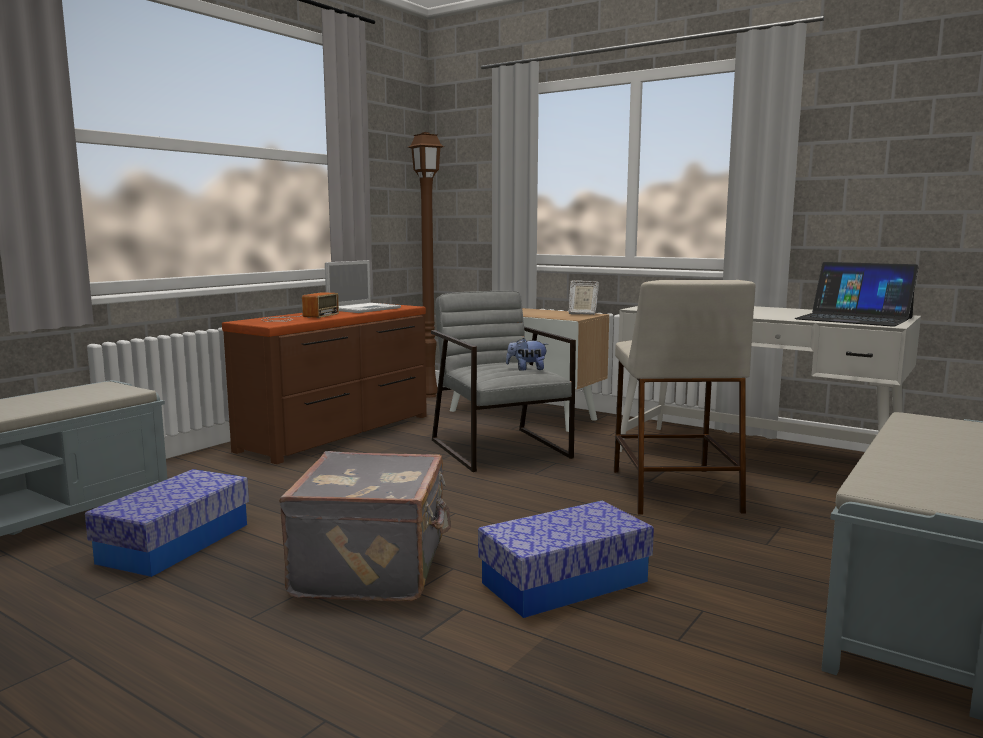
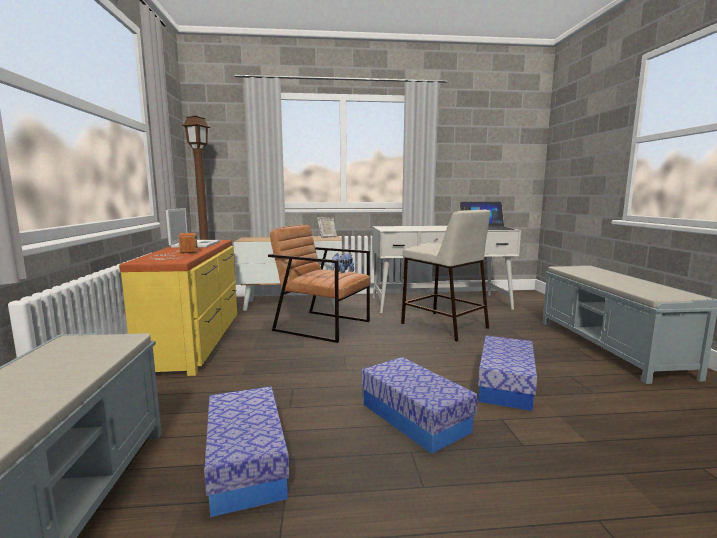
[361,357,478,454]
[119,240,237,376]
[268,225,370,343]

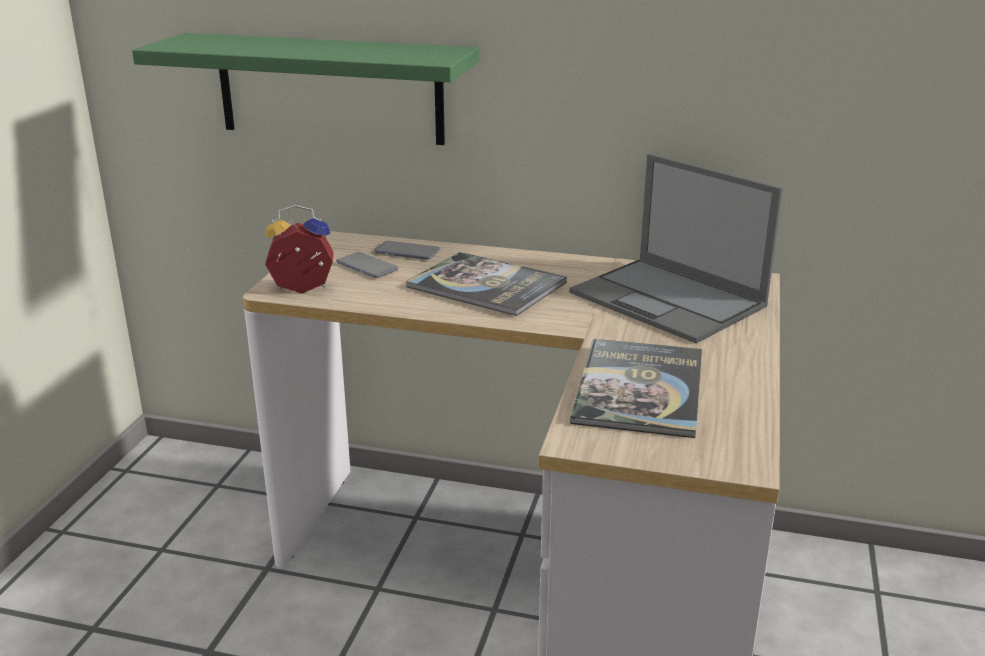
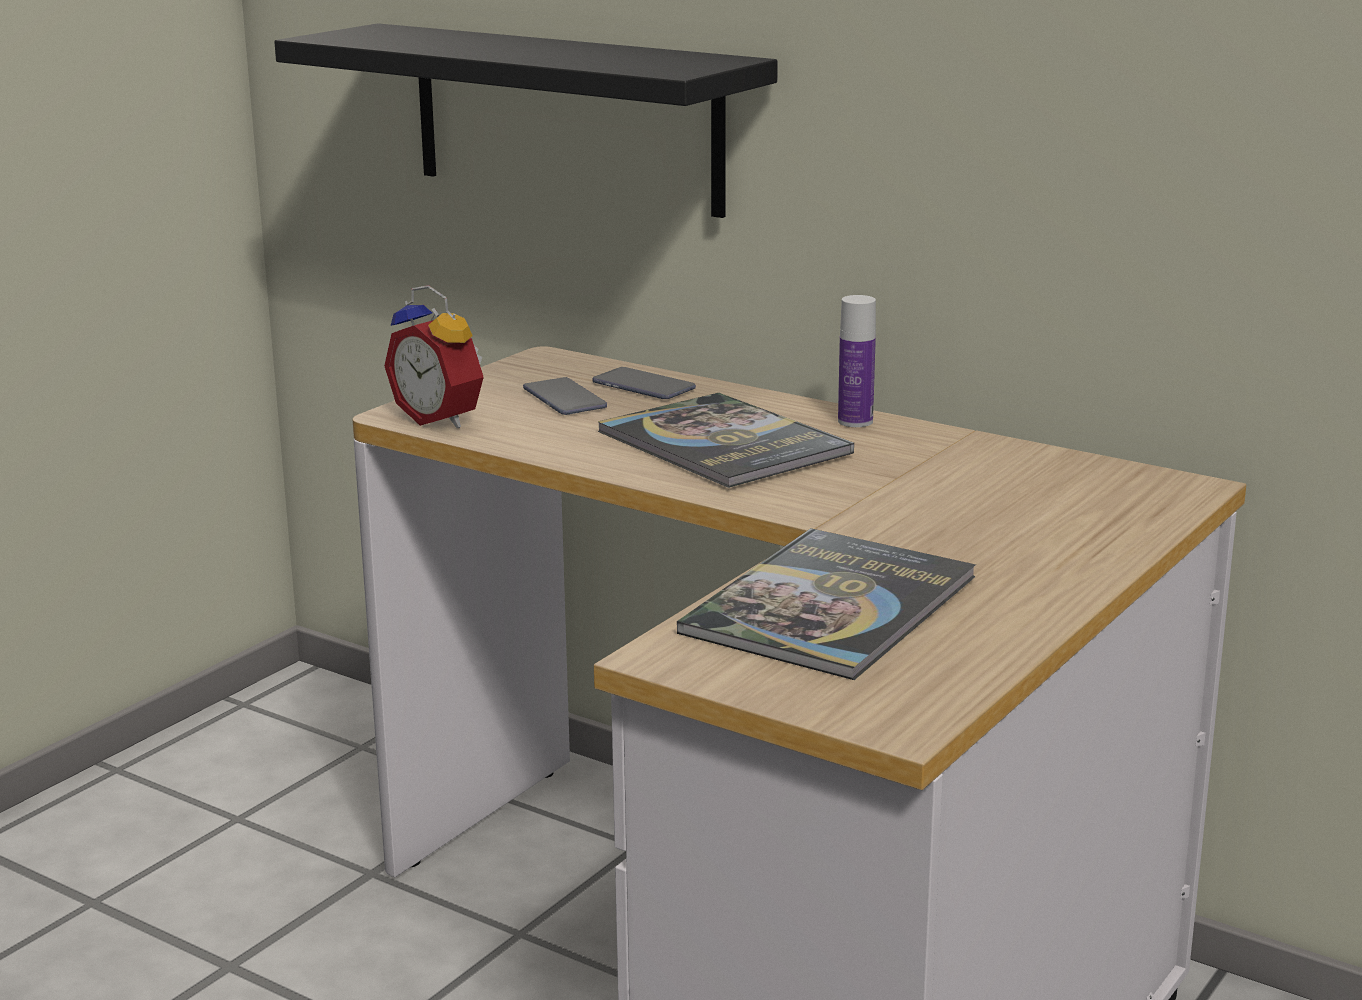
[569,154,783,343] (first image)
[838,295,876,427]
[274,23,778,218]
[384,285,484,428]

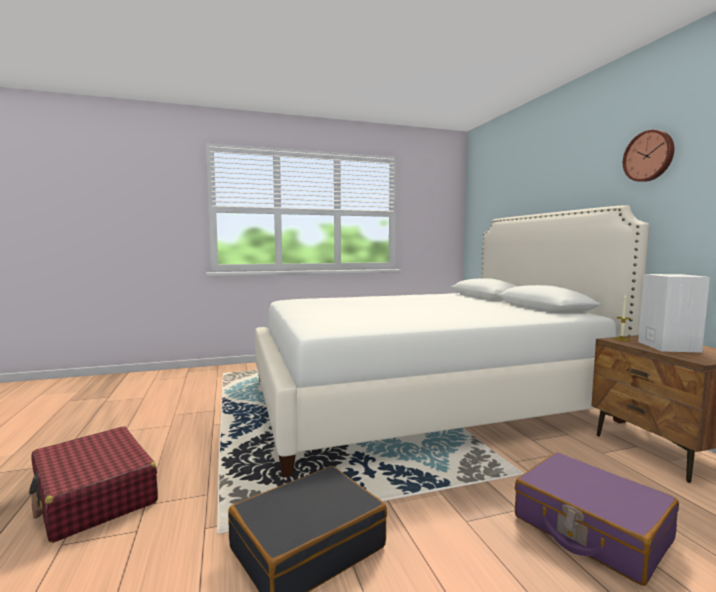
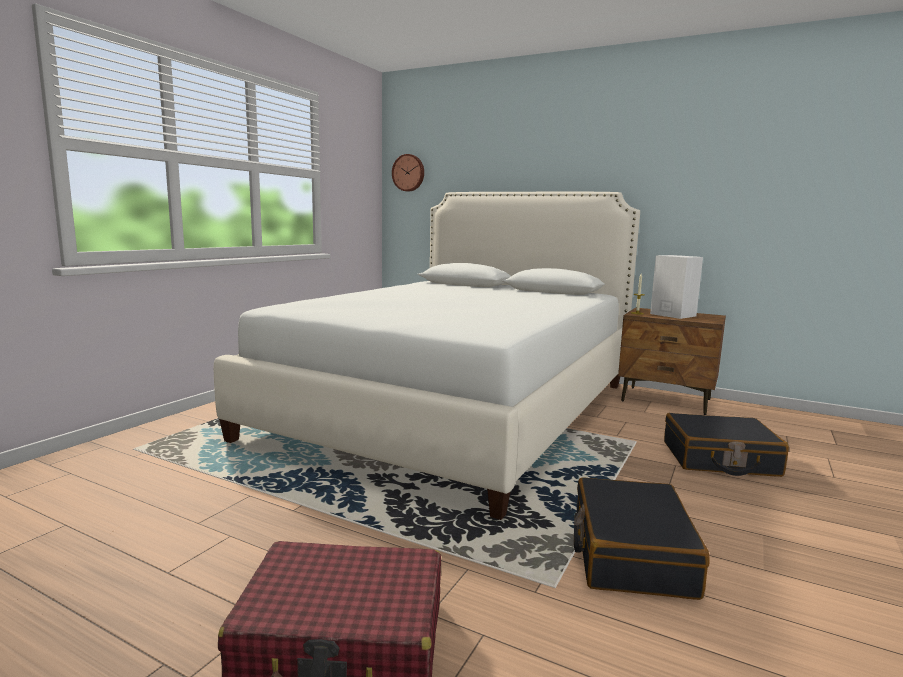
[392,154,424,192]
[664,413,789,477]

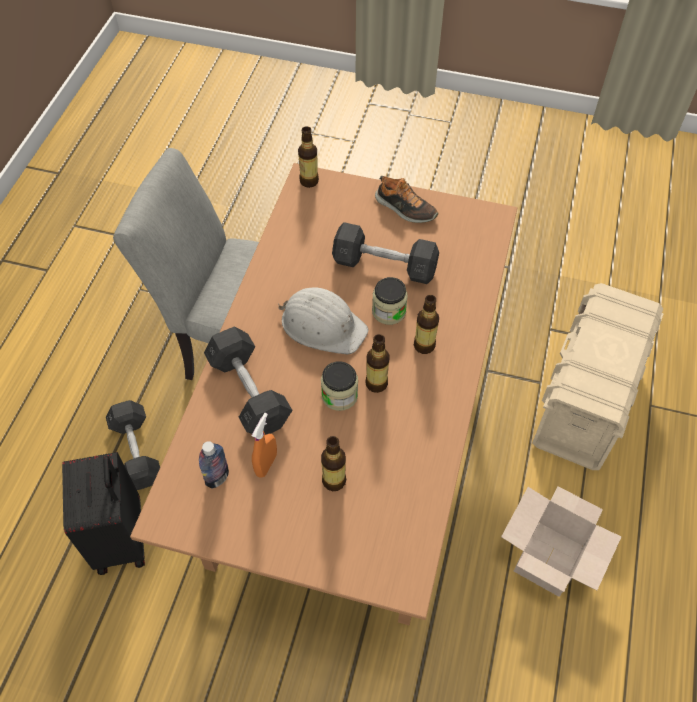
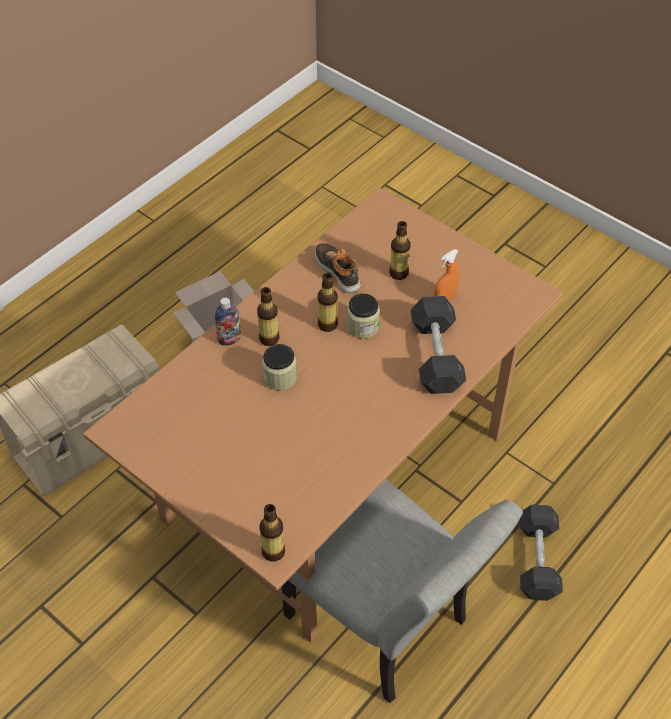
[62,452,145,575] (first image)
[278,287,368,354] (first image)
[332,222,439,284] (first image)
[215,298,241,345]
[315,243,361,293]

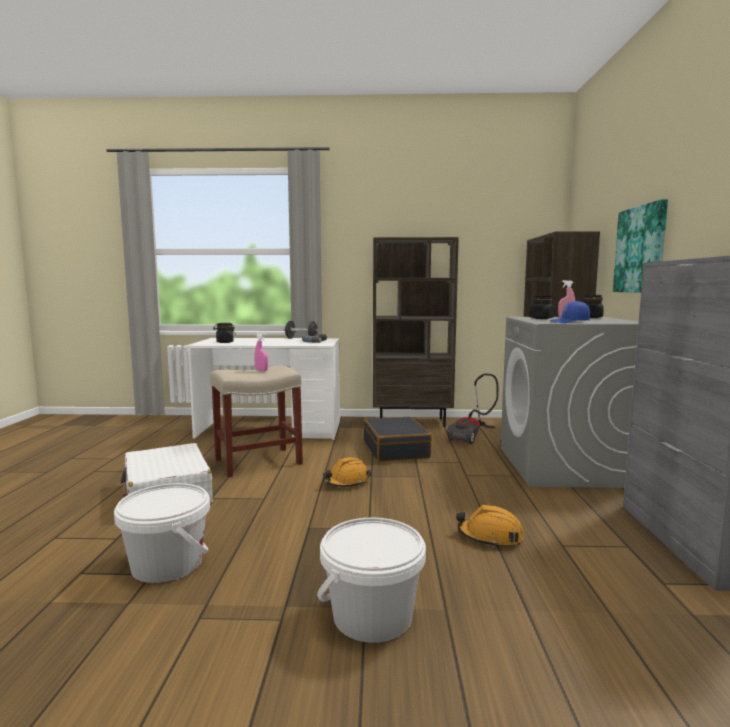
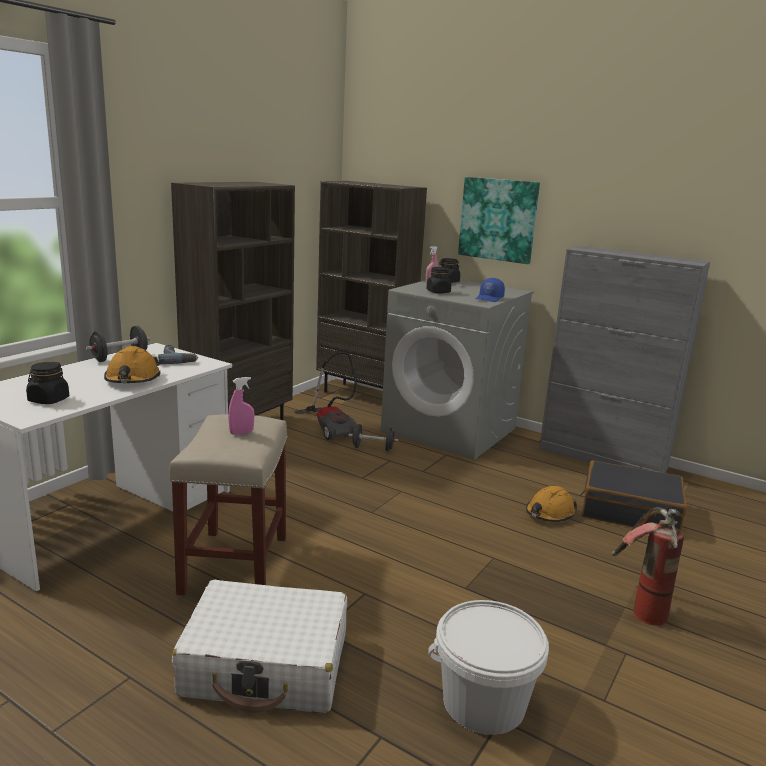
[348,424,399,452]
[104,346,161,383]
[582,461,687,530]
[612,507,684,626]

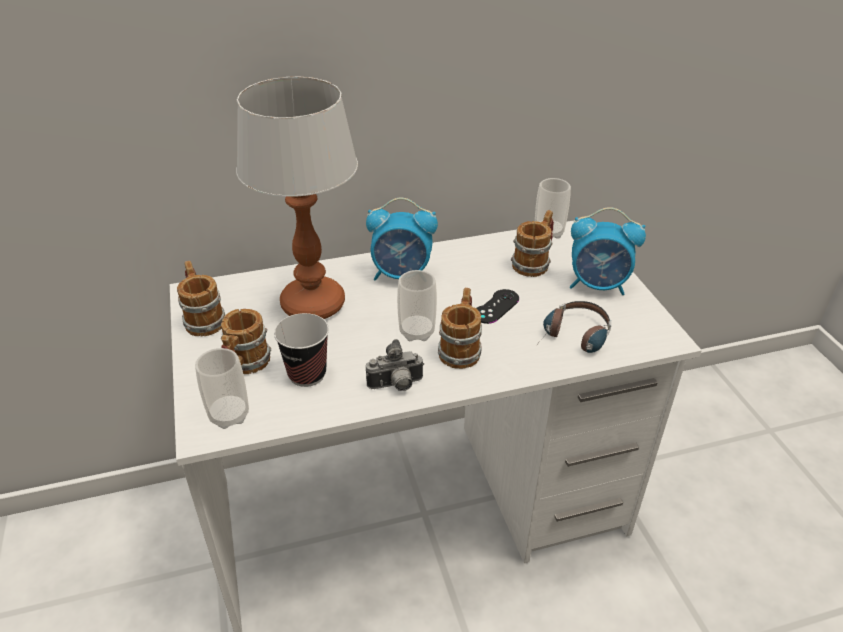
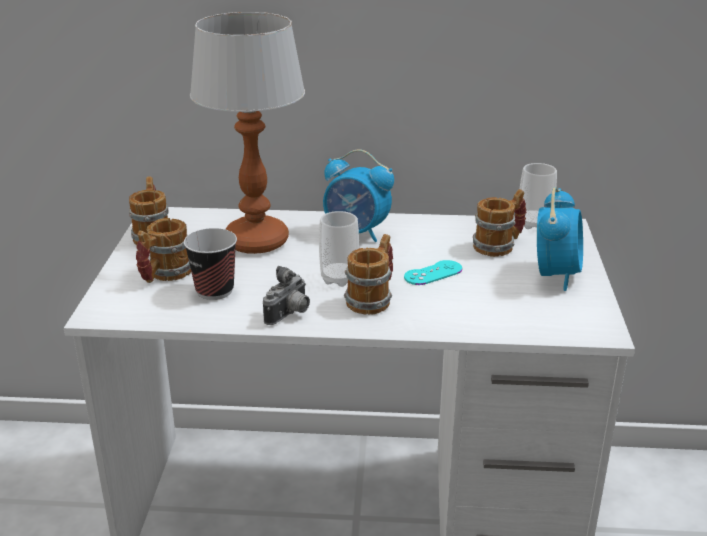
[195,348,249,429] (first image)
[535,301,612,353] (first image)
[404,260,462,285]
[263,266,310,325]
[537,187,583,291]

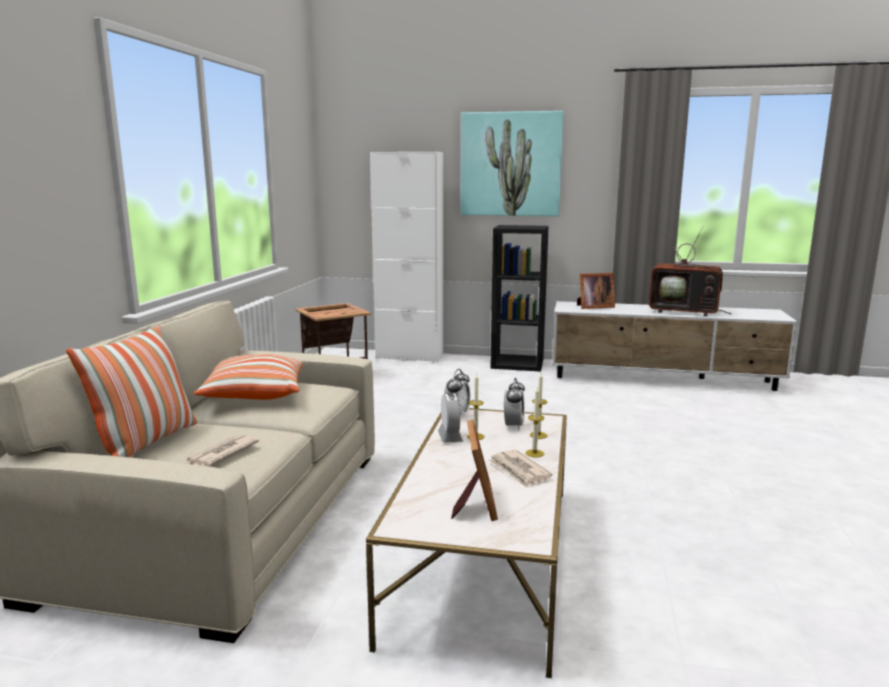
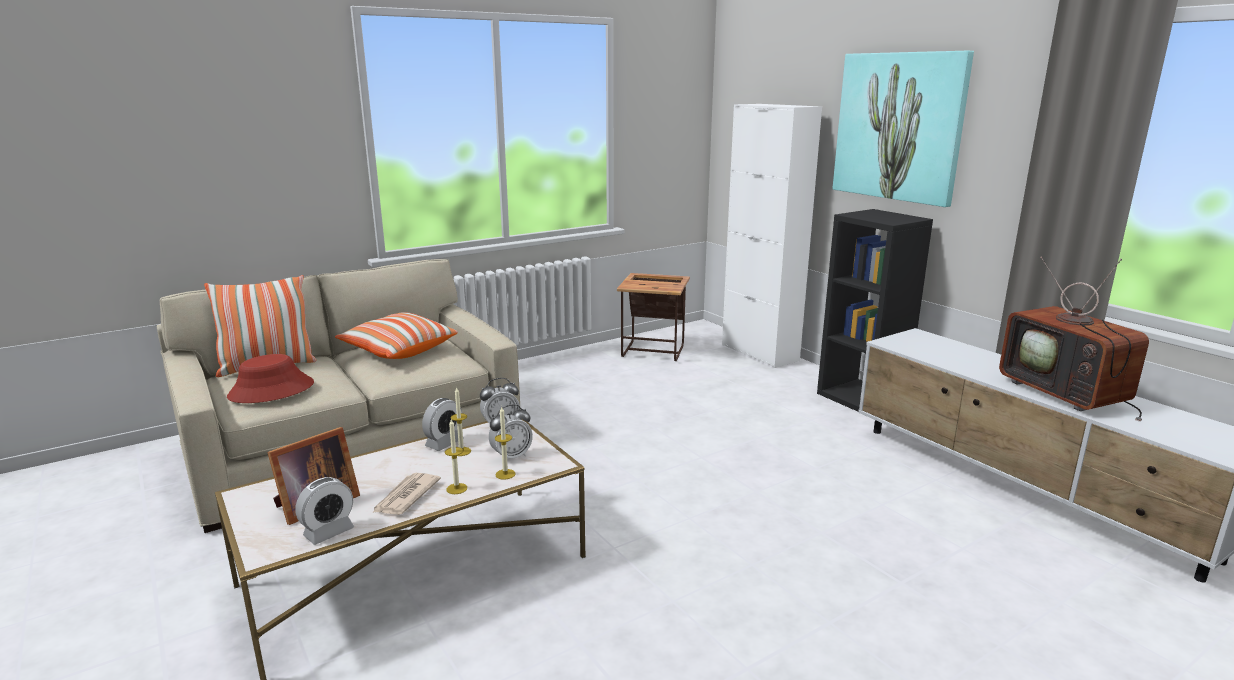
[577,273,615,309] (first image)
[295,477,354,545]
[227,354,314,403]

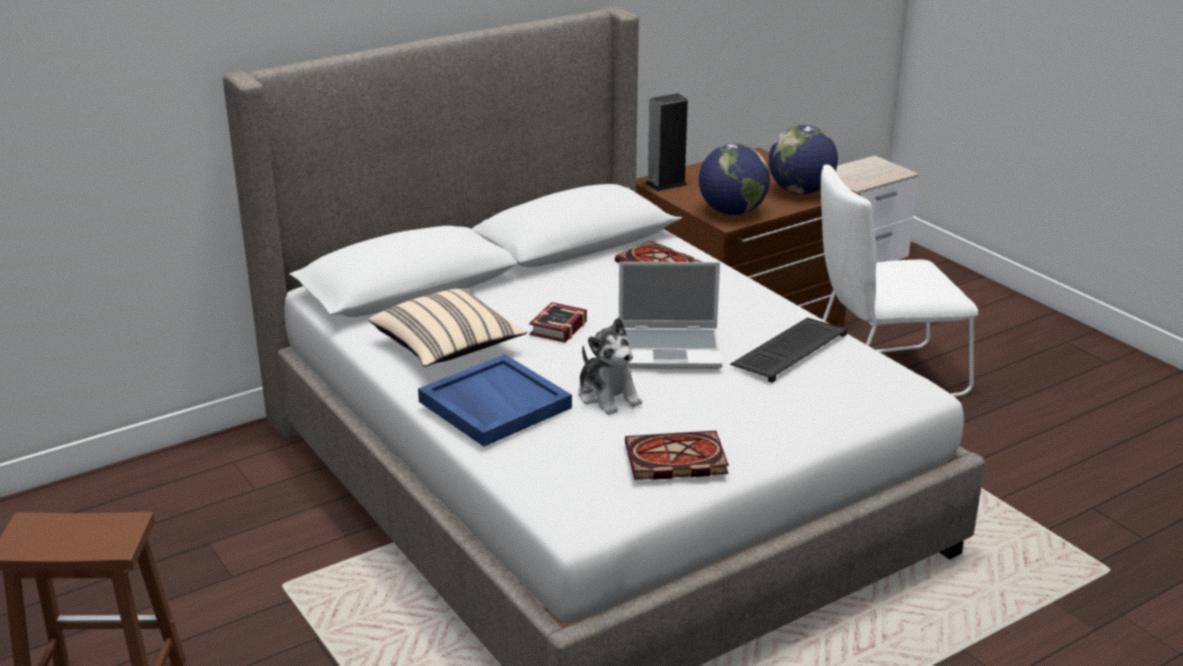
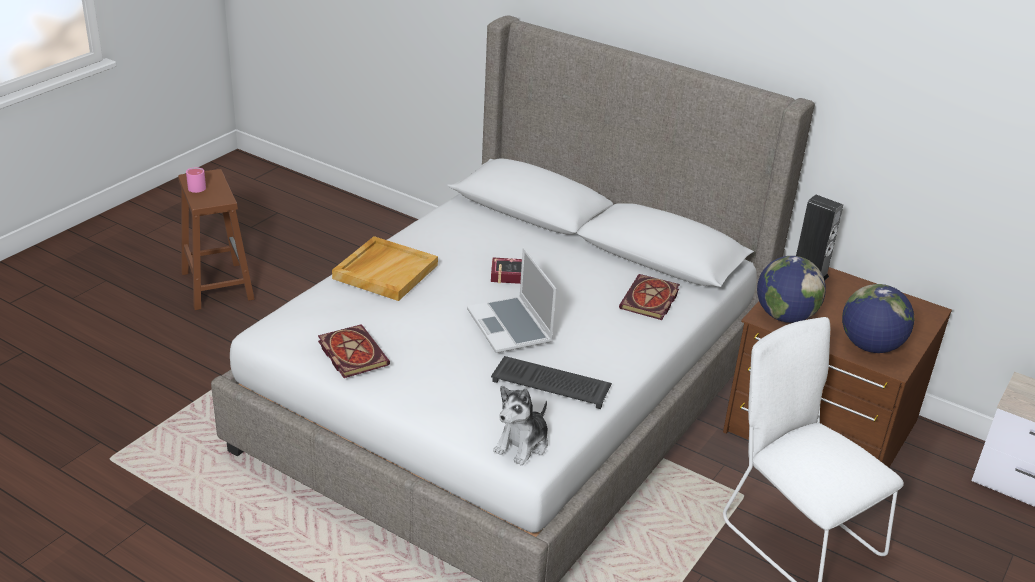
[369,288,527,367] (first image)
[186,167,206,193]
[493,386,548,466]
[332,236,438,301]

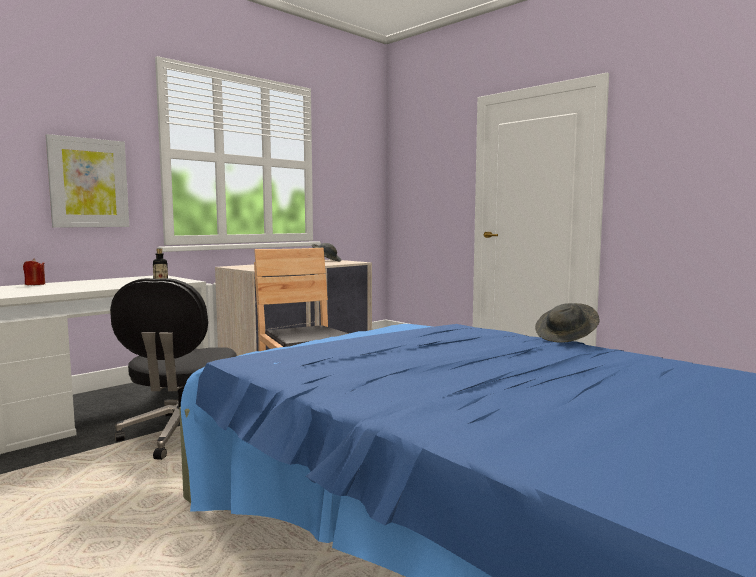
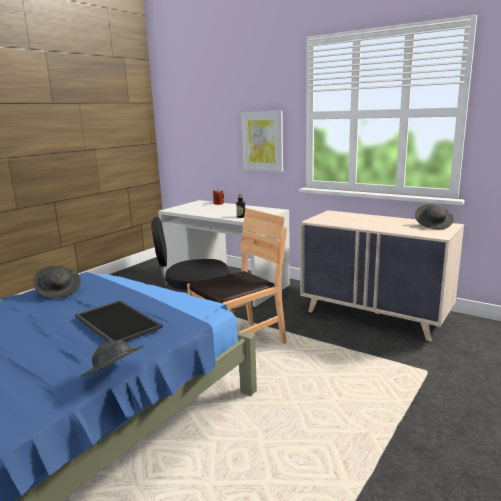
[33,265,81,298]
[75,300,163,342]

